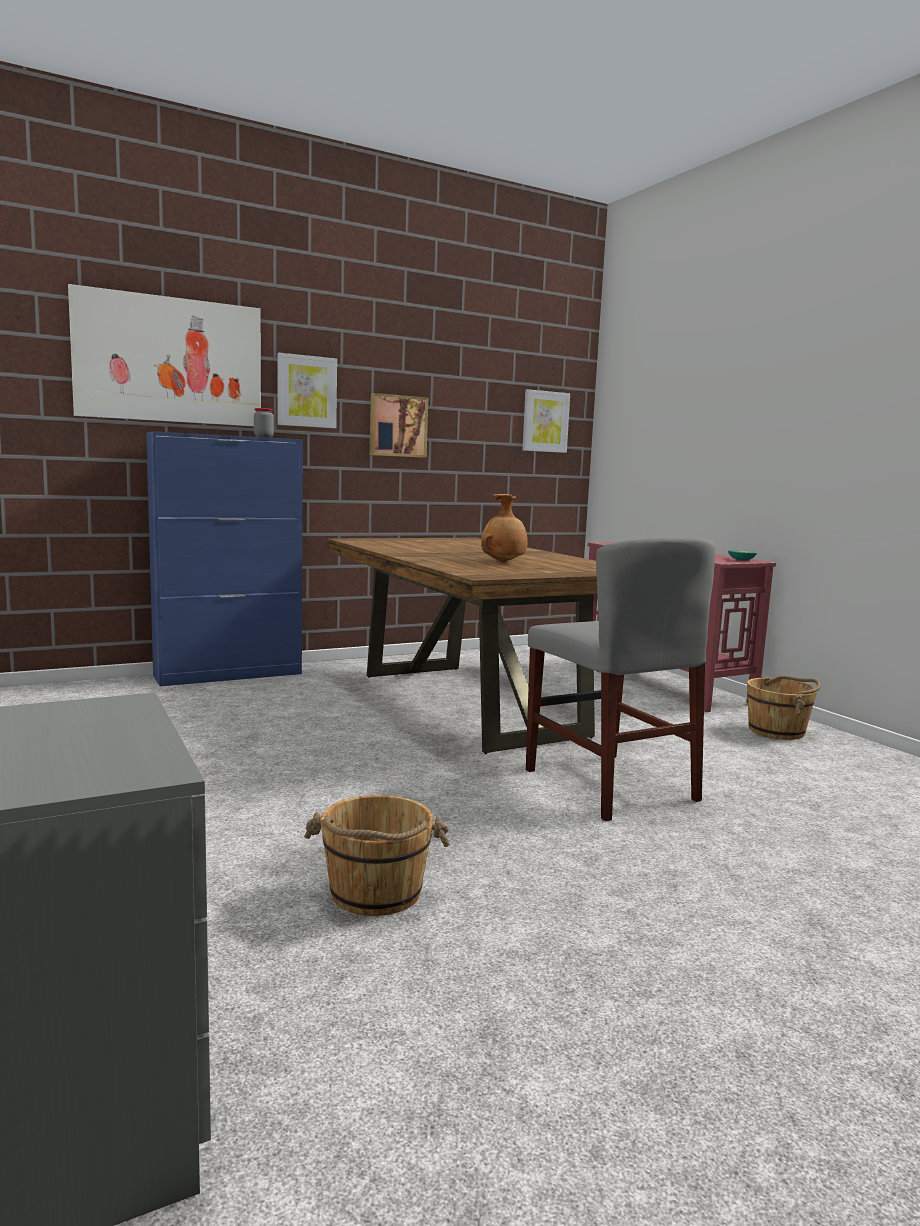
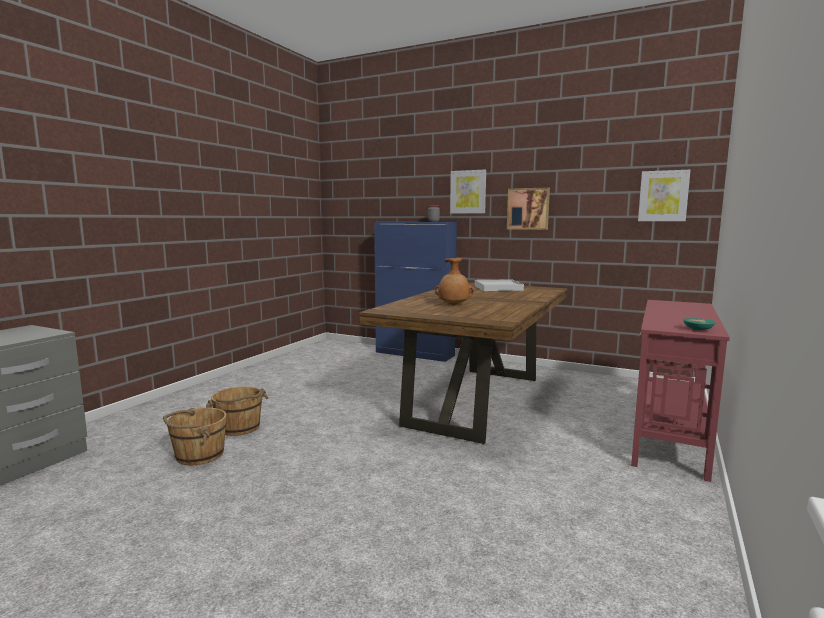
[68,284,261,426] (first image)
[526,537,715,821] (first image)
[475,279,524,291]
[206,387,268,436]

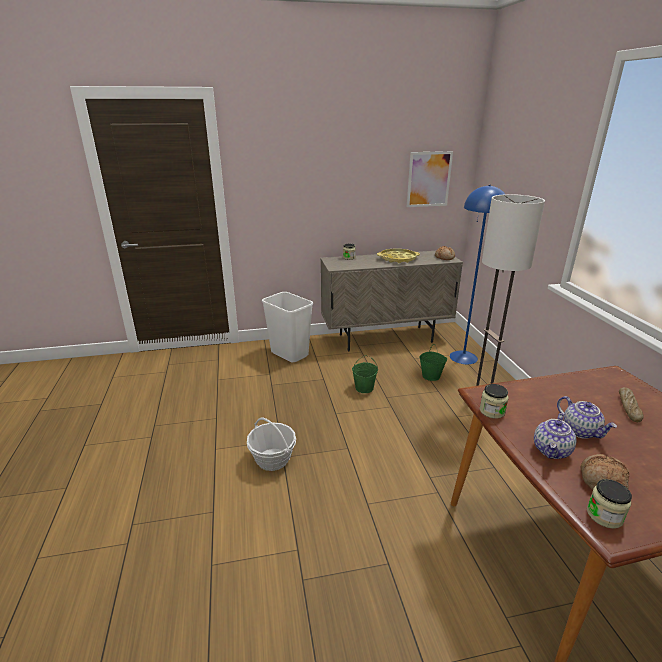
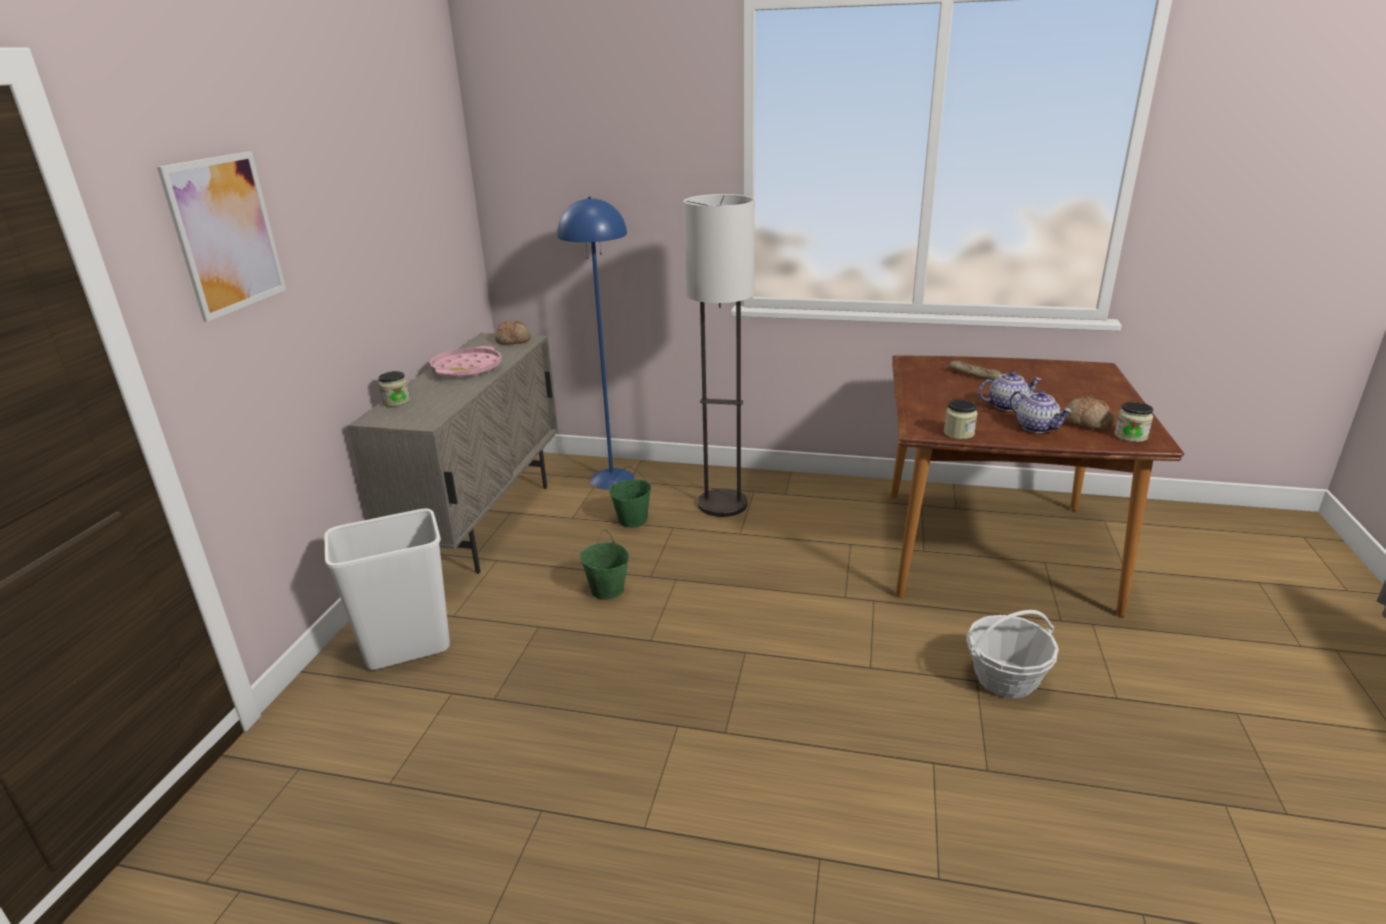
[966,610,1059,698]
[157,151,286,322]
[430,346,502,378]

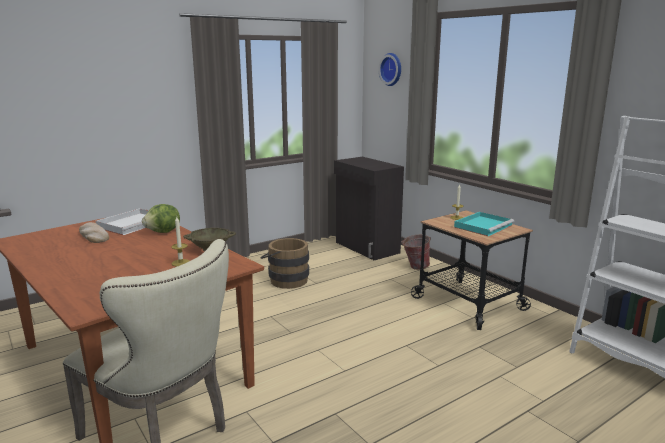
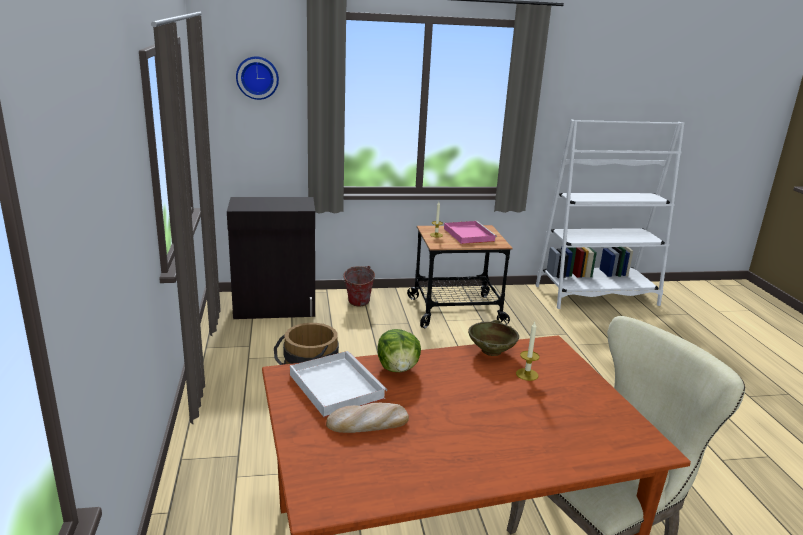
[444,221,497,244]

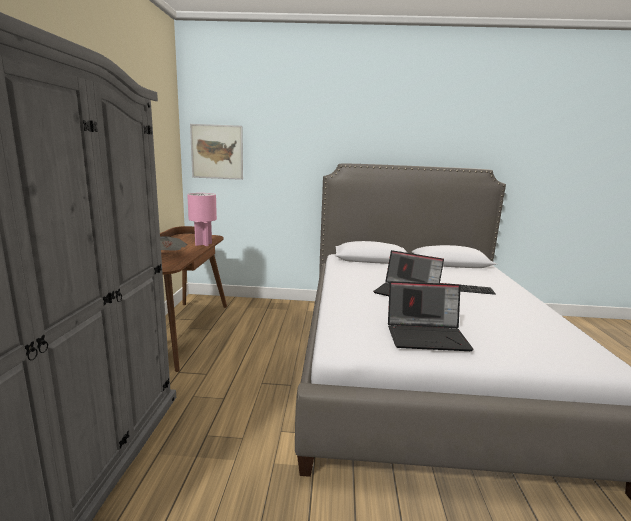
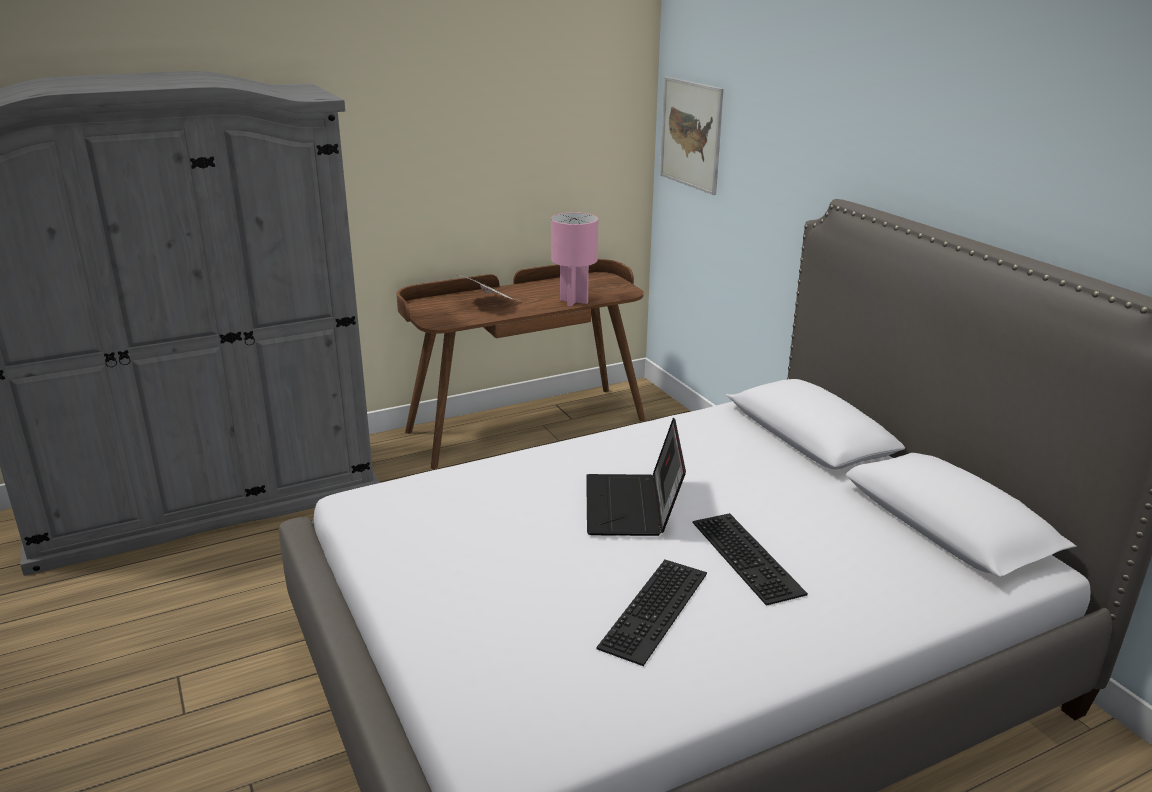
[388,281,473,351] (first image)
[596,560,707,666]

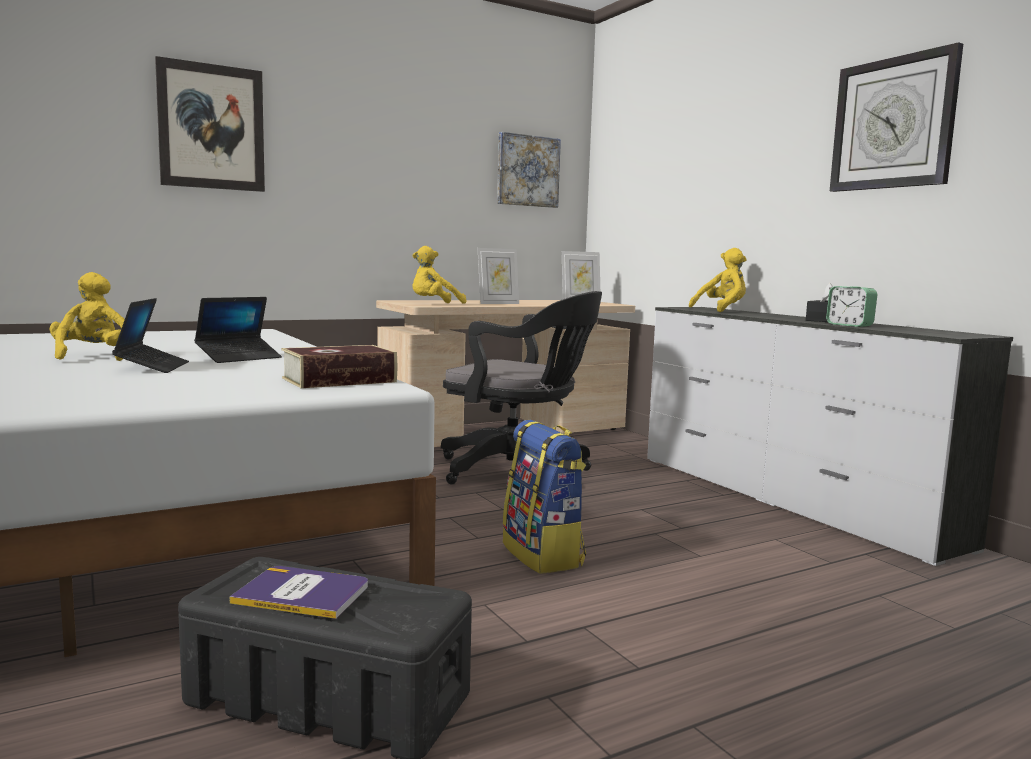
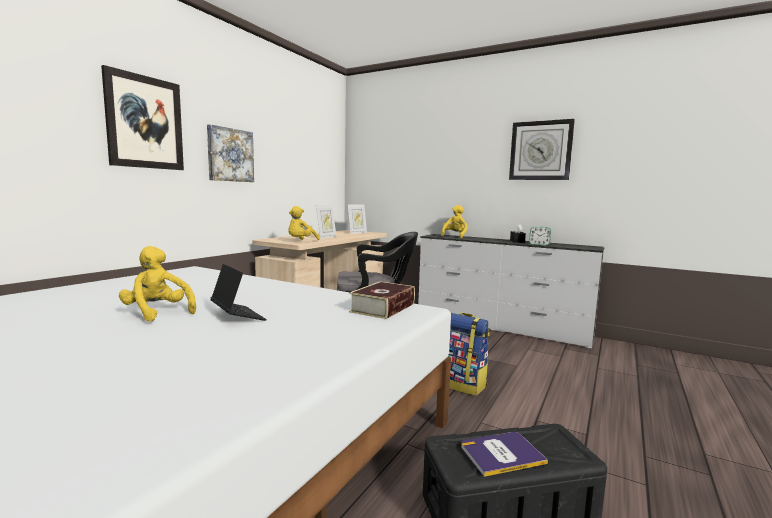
[194,297,282,363] (first image)
[207,124,254,182]

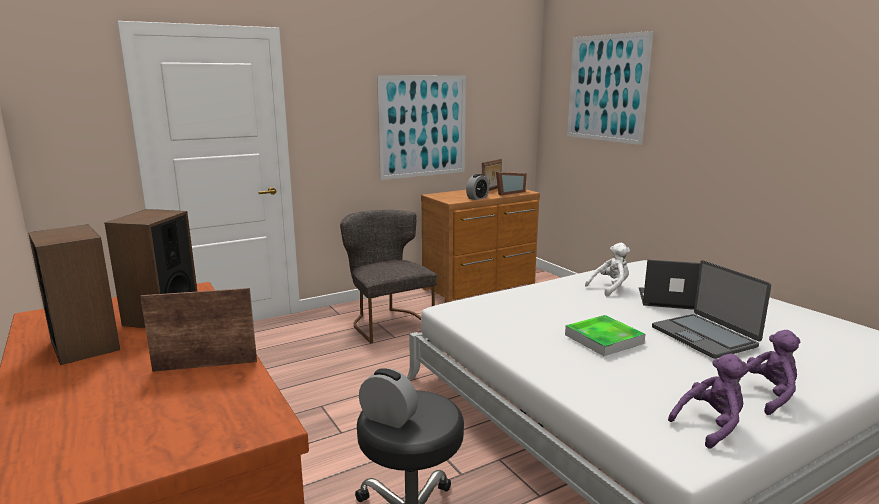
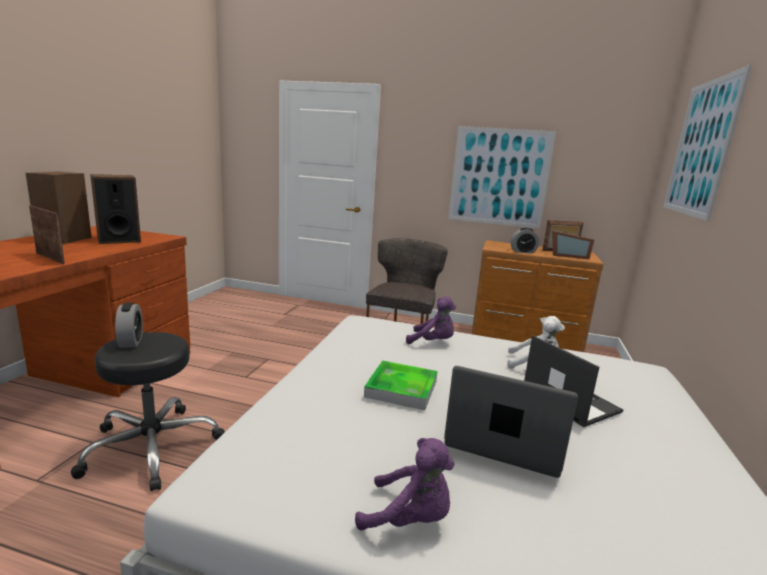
[406,296,456,344]
[444,366,578,478]

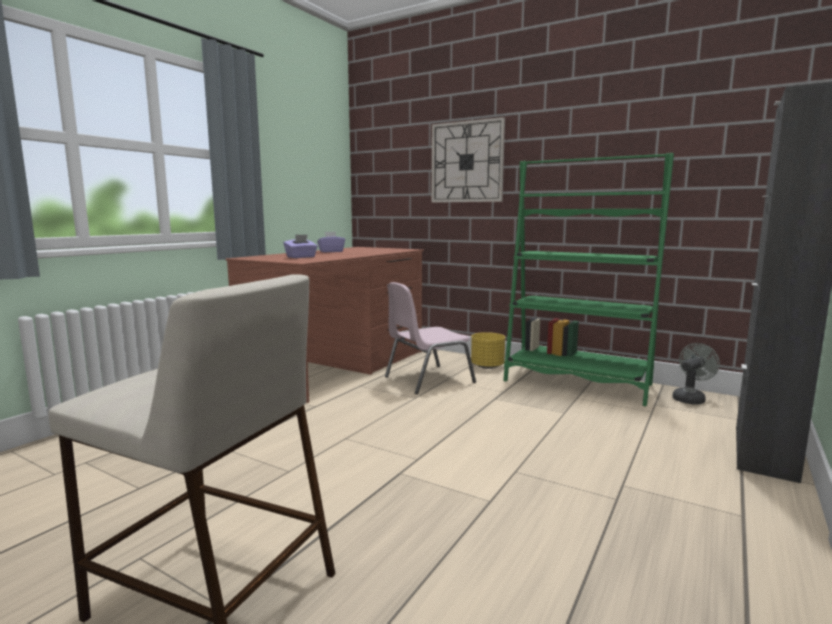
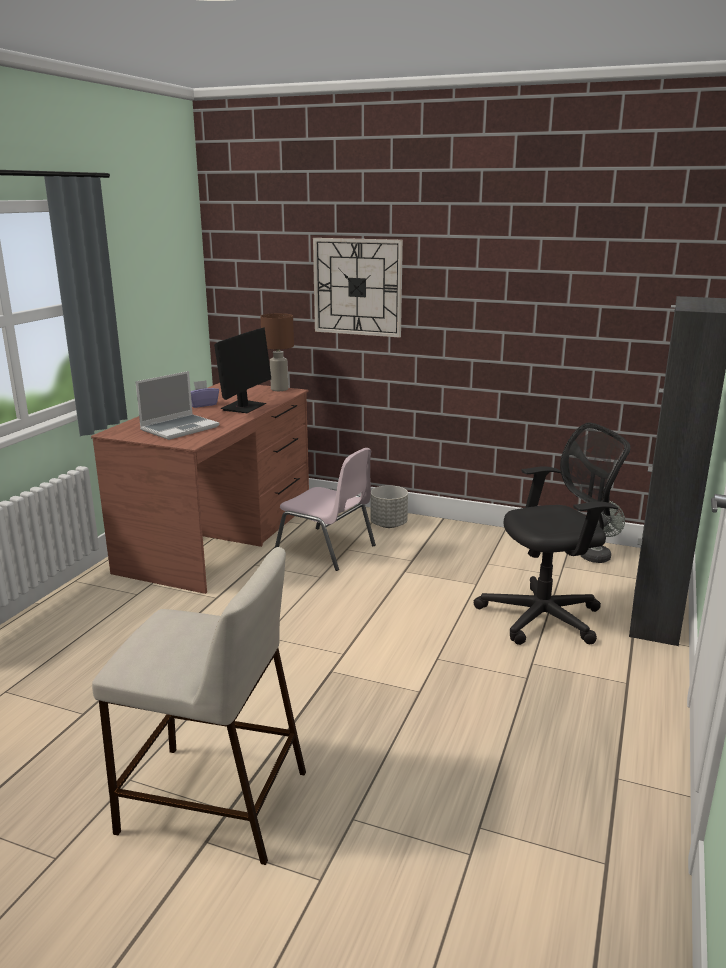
[503,153,674,406] (first image)
[214,327,271,413]
[260,313,294,391]
[474,423,631,645]
[135,371,220,440]
[370,485,408,528]
[275,448,376,571]

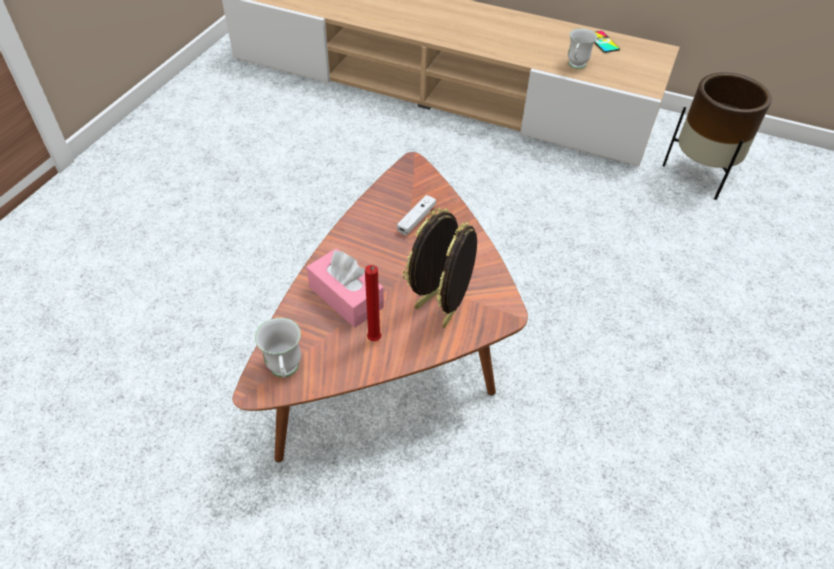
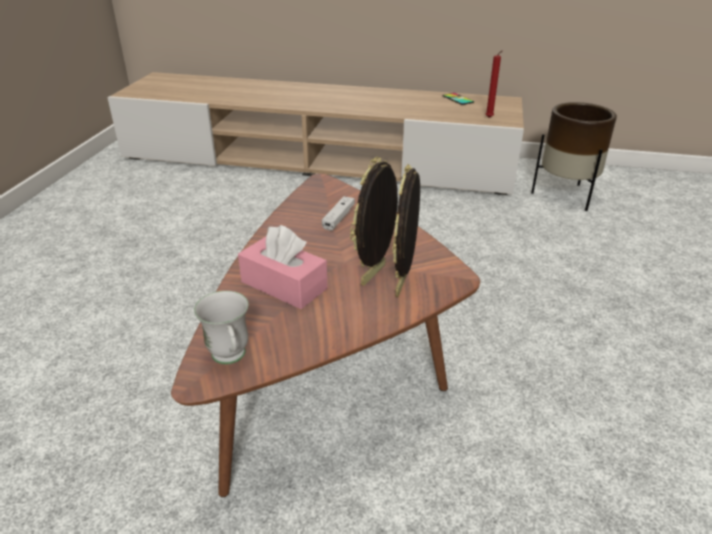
[568,28,597,69] (first image)
[486,51,502,118]

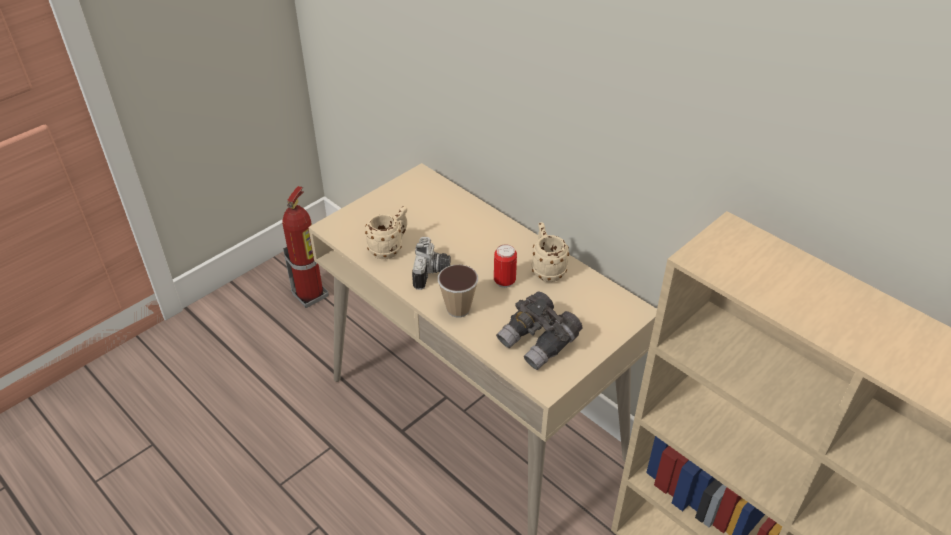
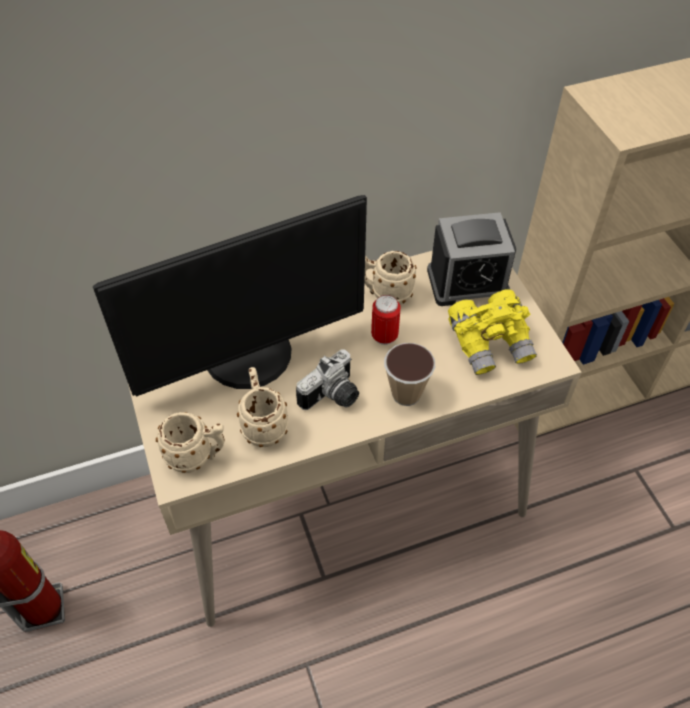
[93,195,367,396]
[156,412,224,473]
[427,212,516,306]
[448,289,537,375]
[296,349,359,410]

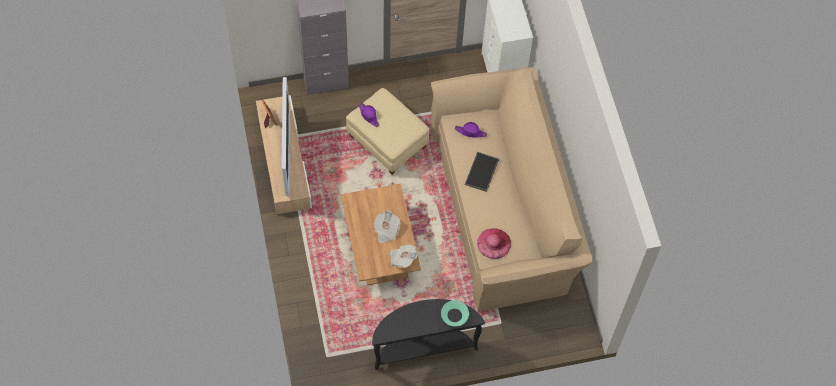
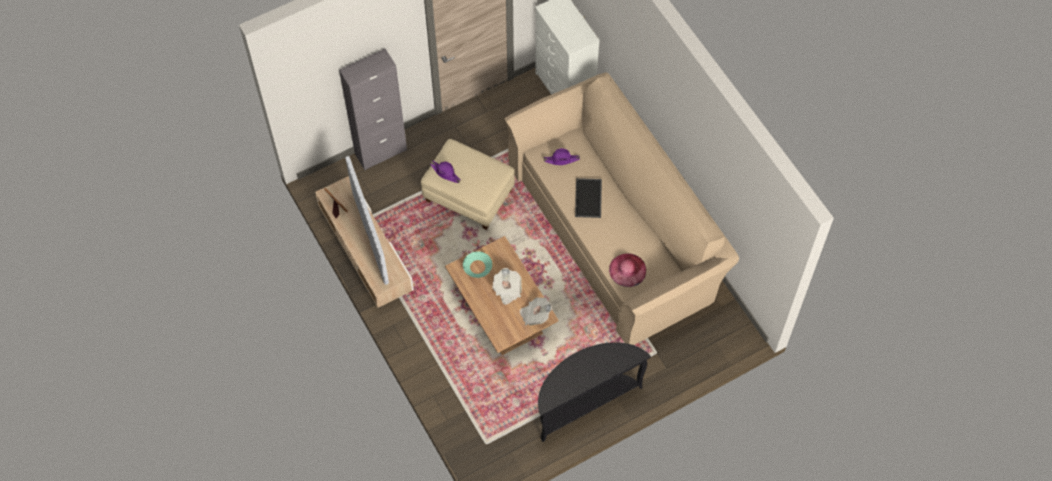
[463,251,492,278]

